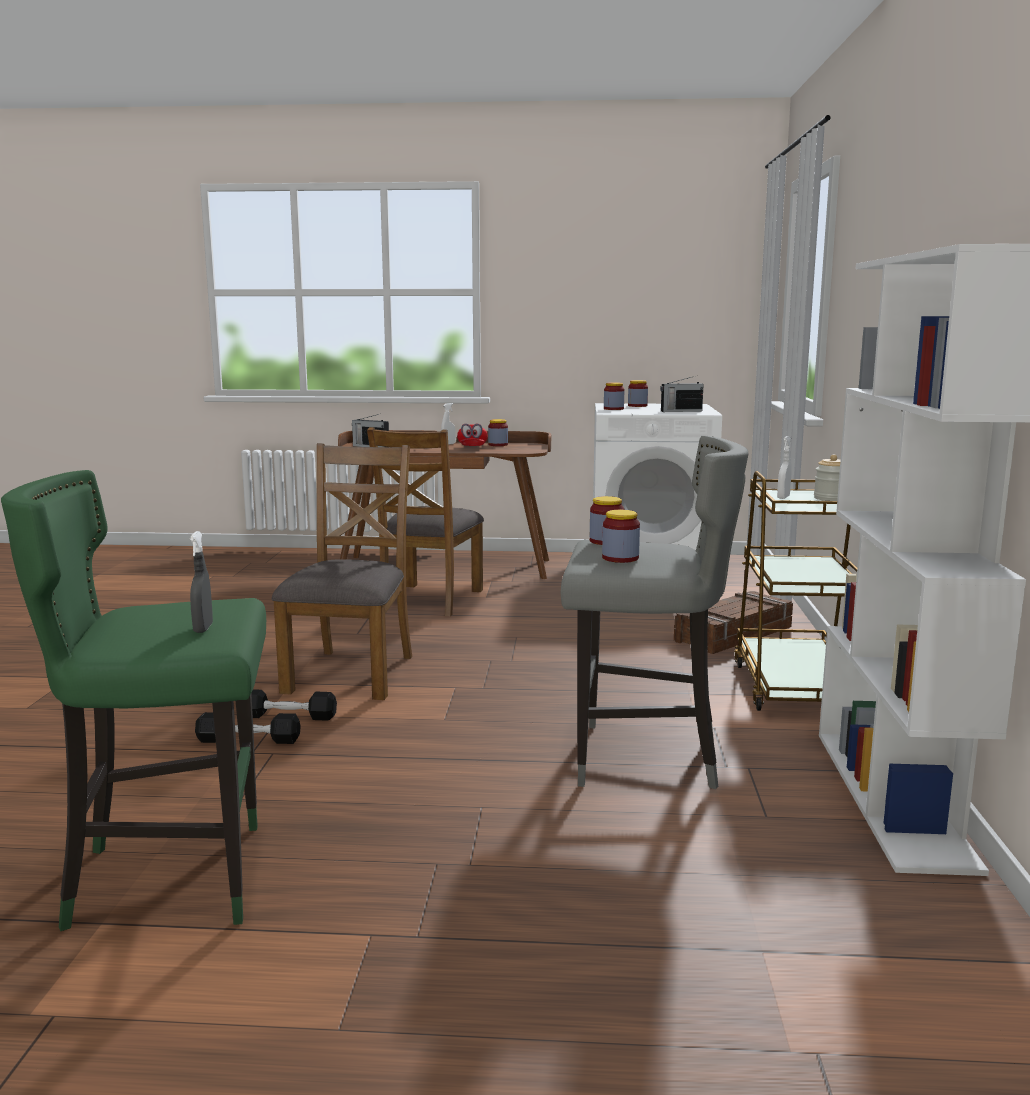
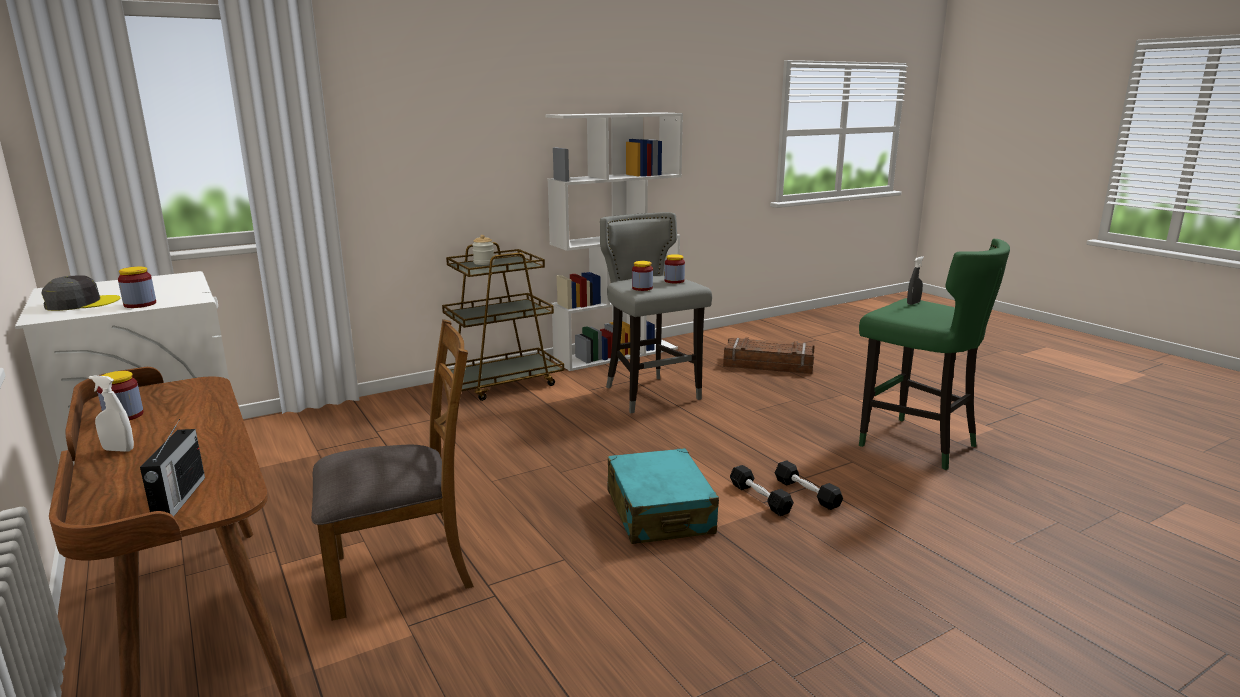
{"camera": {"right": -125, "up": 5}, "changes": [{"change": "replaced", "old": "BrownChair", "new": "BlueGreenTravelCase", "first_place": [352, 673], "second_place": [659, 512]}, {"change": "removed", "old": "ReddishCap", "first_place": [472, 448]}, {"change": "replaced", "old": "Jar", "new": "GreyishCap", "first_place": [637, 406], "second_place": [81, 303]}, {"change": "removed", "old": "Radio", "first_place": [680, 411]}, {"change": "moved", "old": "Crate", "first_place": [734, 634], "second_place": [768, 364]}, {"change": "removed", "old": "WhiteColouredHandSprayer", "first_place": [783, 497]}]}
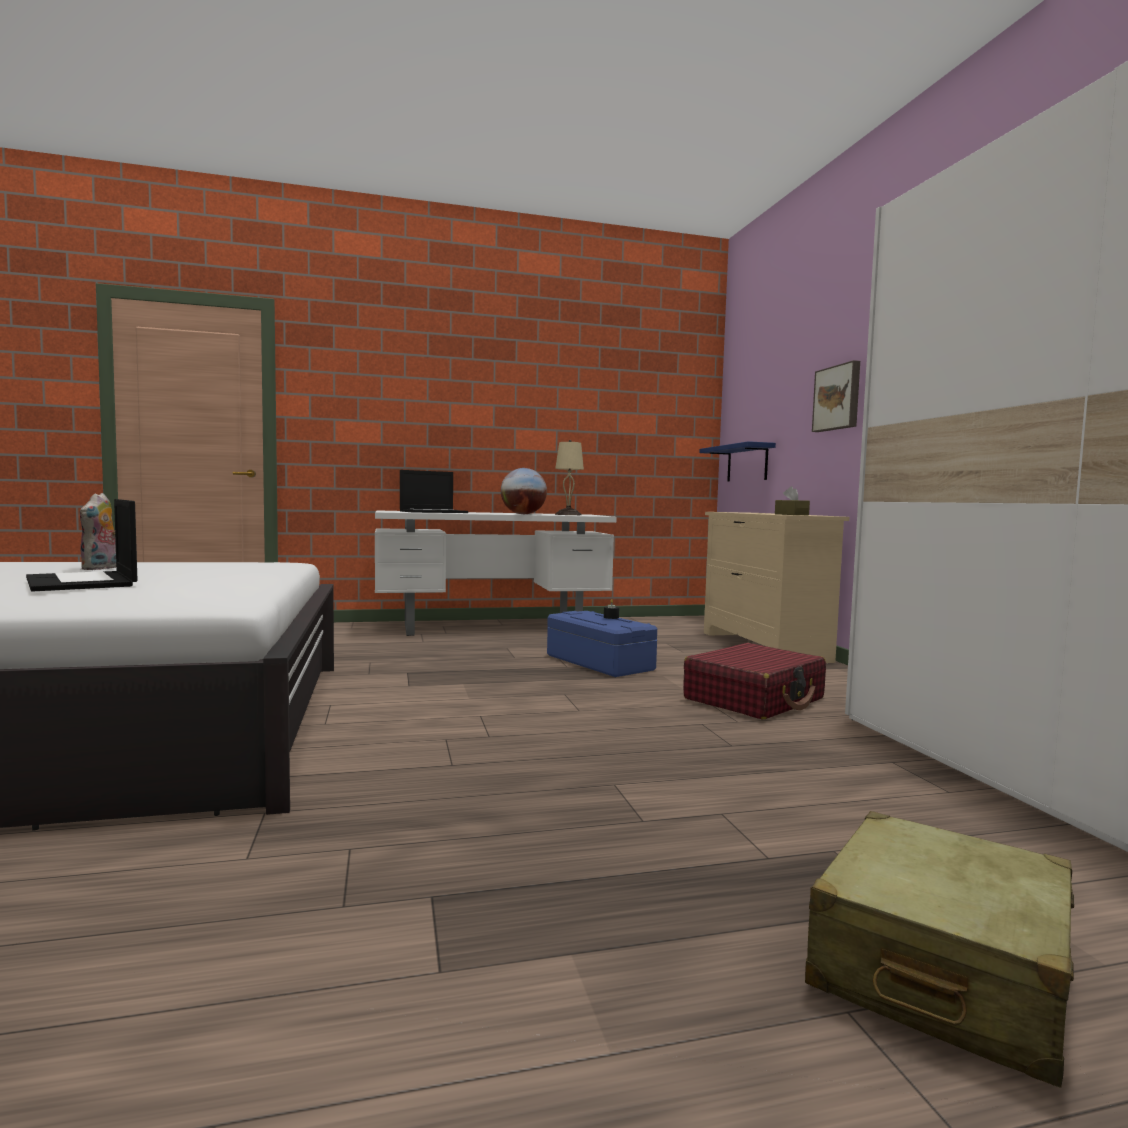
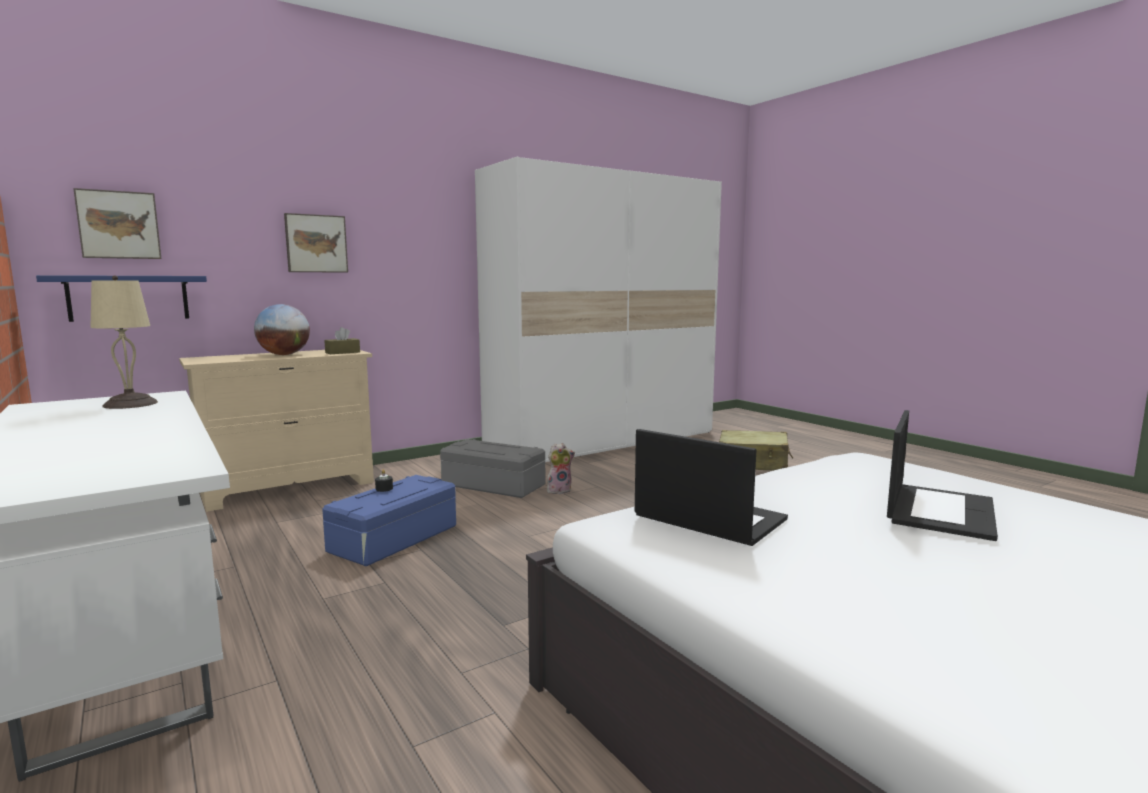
{"camera": {"right": -110, "up": 5}, "changes": [{"change": "moved", "old": "PlushToy", "first_place": [101, 568], "second_place": [559, 490]}, {"change": "moved", "old": "Laptop", "first_place": [434, 512], "second_place": [707, 518]}, {"change": "moved", "old": "WorldGlobe", "first_place": [523, 514], "second_place": [284, 354]}, {"change": "replaced", "old": "ReddishTravelCase", "new": "GreyishStorageBox", "first_place": [755, 699], "second_place": [492, 485]}, {"change": "added", "new": "WallArt", "second_place": [119, 225]}]}
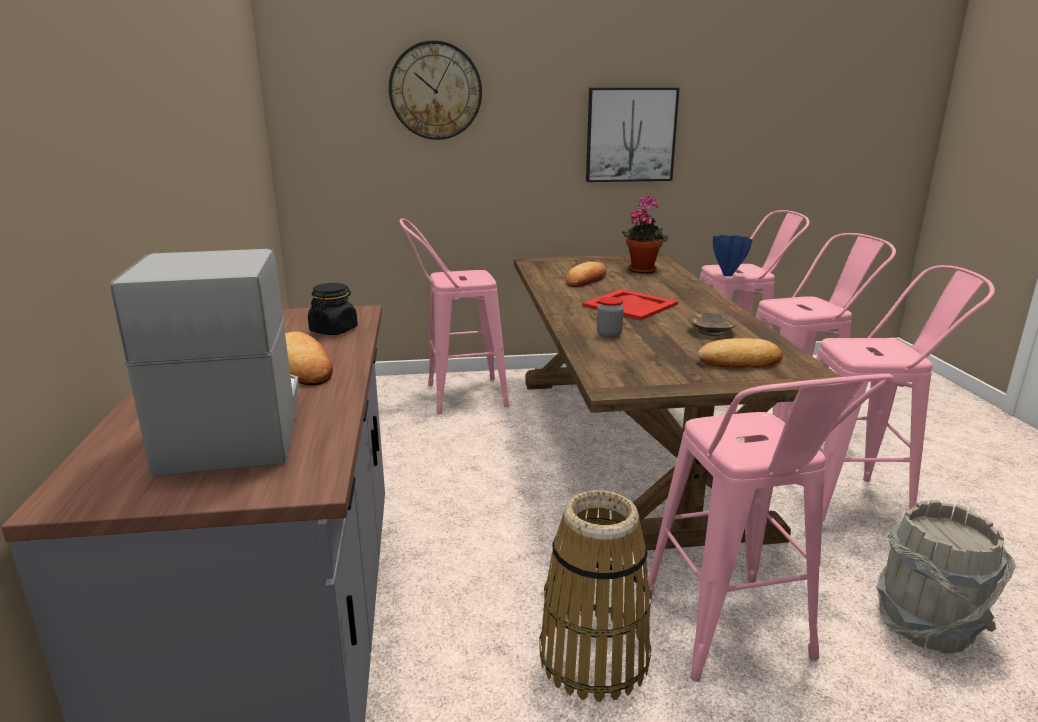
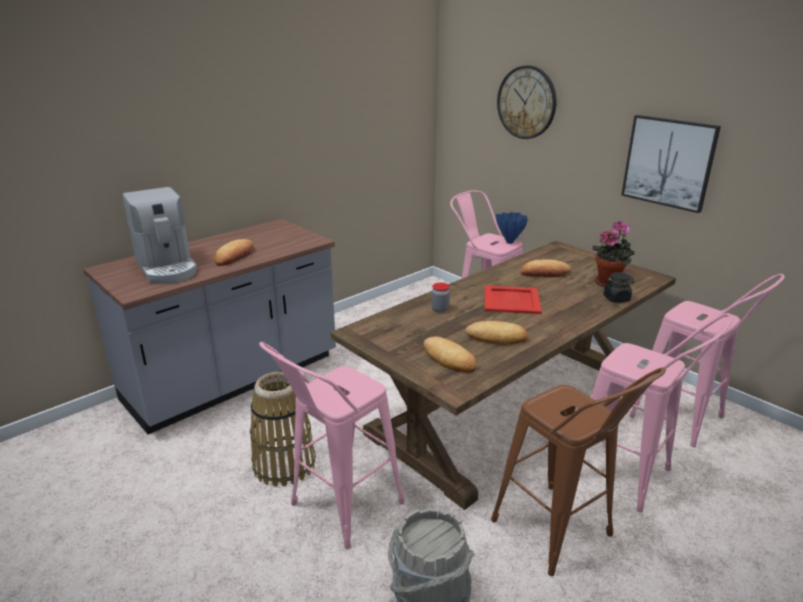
{"camera": {"right": 55, "up": 5}, "changes": [{"change": "turned", "old": "CoffeeBrewer", "first_place": [235, 427], "second_place": [167, 268], "degrees": 105}, {"change": "moved", "old": "BlackJar", "first_place": [334, 330], "second_place": [616, 298]}, {"change": "replaced", "old": "BrownDeepDish", "new": "BakedBread", "first_place": [710, 331], "second_place": [496, 337]}, {"change": "moved", "old": "BlueDecorativeVase", "first_place": [728, 275], "second_place": [510, 242]}, {"change": "recoloured", "old": "PinkColouredStoolSeat", "new": "BrownStoolSeat", "first_place": [858, 505], "second_place": [560, 536]}]}
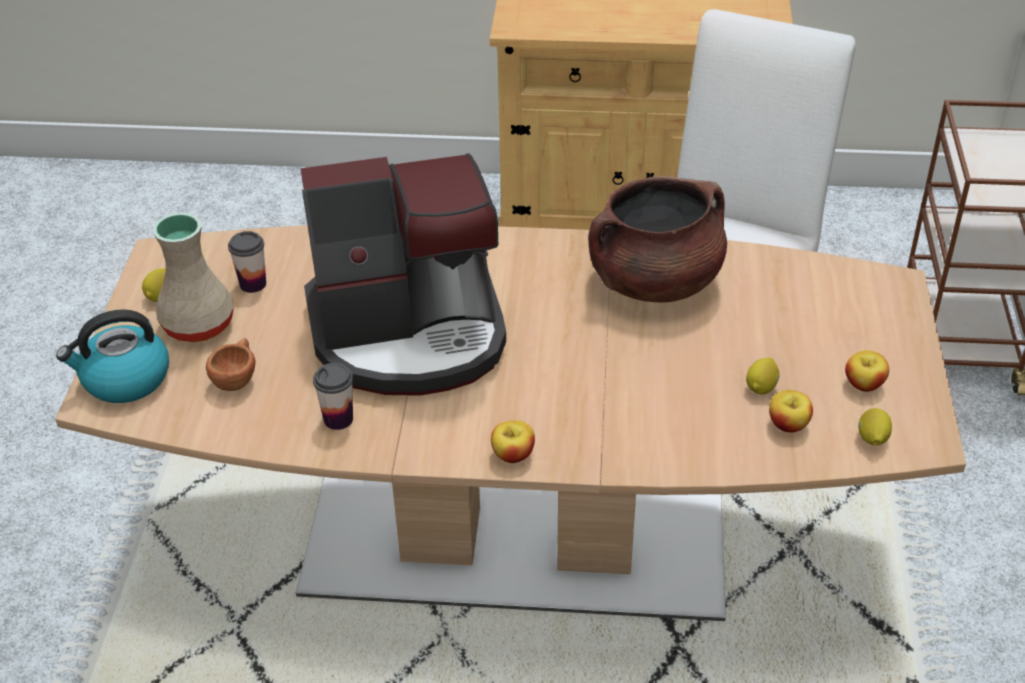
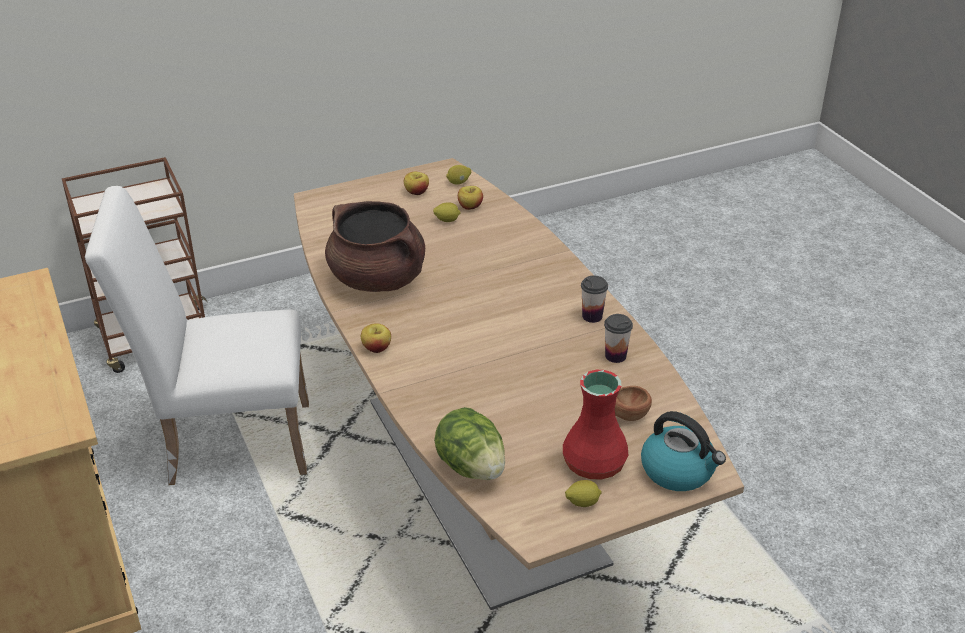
{"camera": {"right": -120, "up": -5}, "changes": [{"change": "recoloured", "old": "BeigeDecorativeVase", "new": "ReddishDecorativeVase", "first_place": [199, 324], "second_place": [592, 464]}, {"change": "moved", "old": "SmallCup", "first_place": [253, 284], "second_place": [592, 316]}, {"change": "removed", "old": "CoffeeBrewer", "first_place": [410, 334]}, {"change": "moved", "old": "Apple", "first_place": [513, 455], "second_place": [376, 348]}, {"change": "added", "new": "HeadOfLettuce", "second_place": [471, 467]}]}
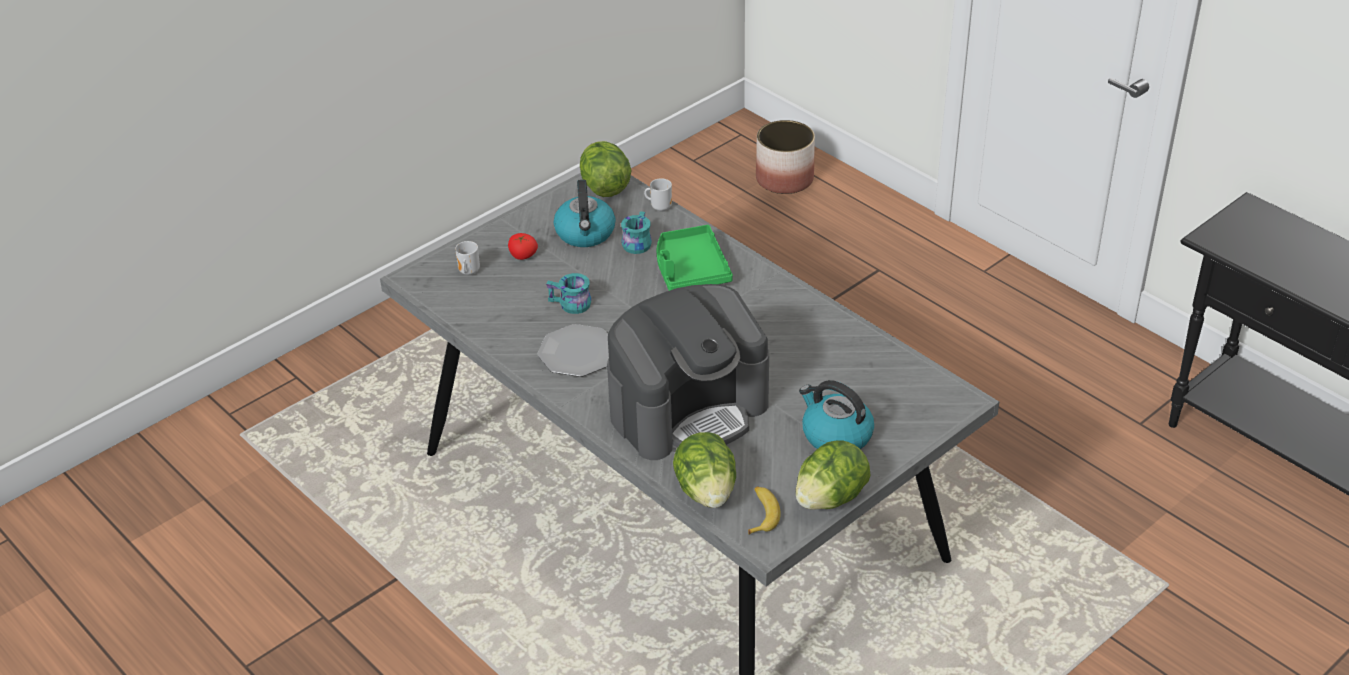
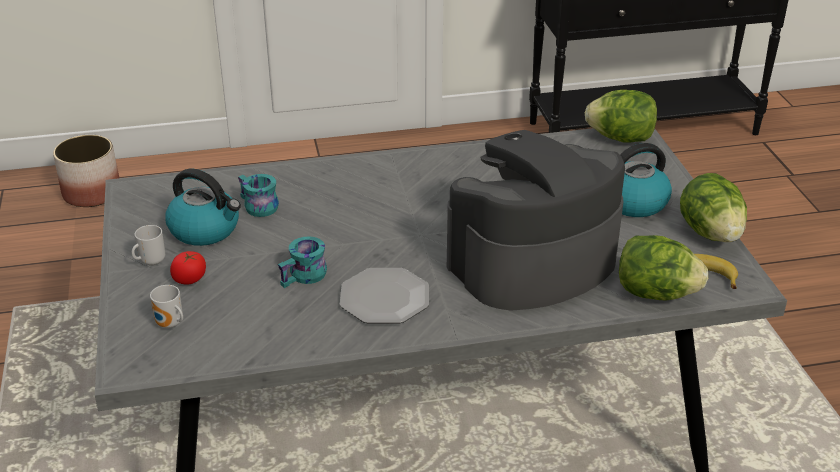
{"camera": {"right": -60, "up": -5}, "changes": [{"change": "moved", "old": "HeadOfLettuce", "first_place": [604, 187], "second_place": [621, 138]}, {"change": "turned", "old": "CoffeeBrewer", "first_place": [688, 409], "second_place": [532, 263], "degrees": -120}, {"change": "moved", "old": "Mug", "first_place": [660, 207], "second_place": [150, 261]}, {"change": "removed", "old": "GreenServingTray", "first_place": [690, 269]}]}
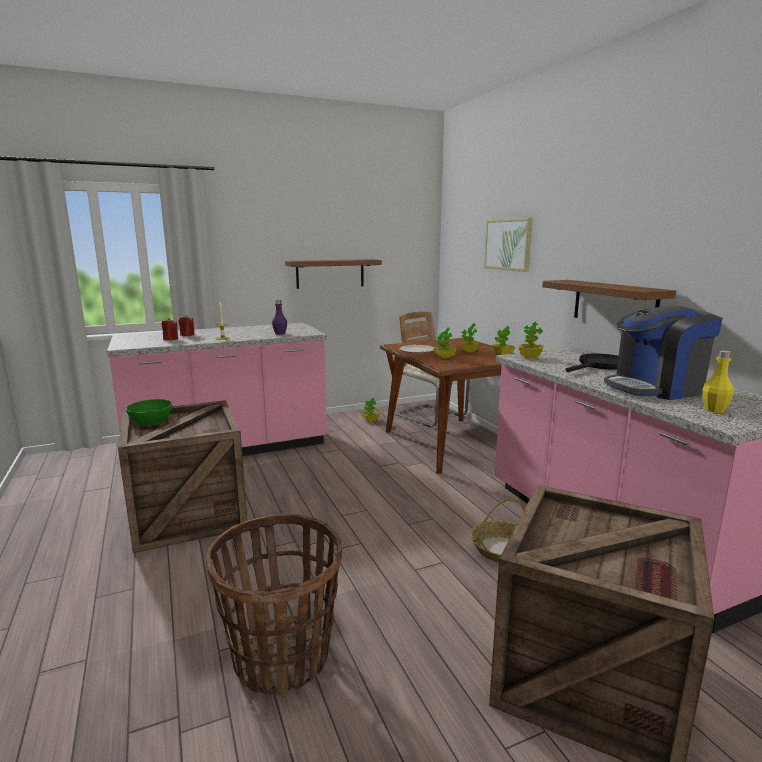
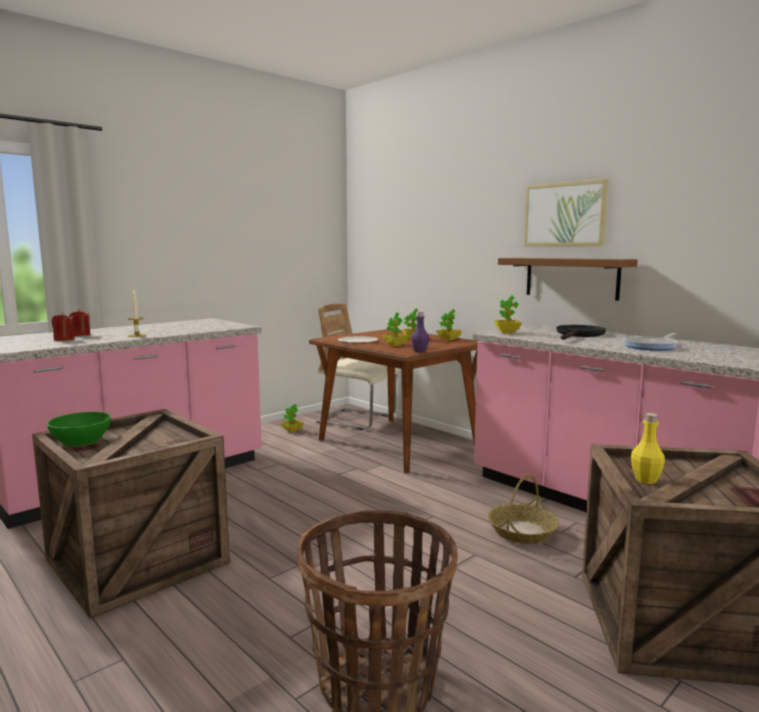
{"camera": {"right": -20, "up": -5}, "changes": [{"change": "moved", "old": "PurpleColouredBeverageBottle", "first_place": [280, 333], "second_place": [419, 351]}, {"change": "removed", "old": "BrownShelf", "first_place": [330, 273]}, {"change": "moved", "old": "WallArt", "first_place": [508, 244], "second_place": [564, 214]}, {"change": "replaced", "old": "CoffeeBrewer", "new": "FryingPan", "first_place": [656, 388], "second_place": [651, 346]}, {"change": "moved", "old": "YellowishBeverageBottle", "first_place": [714, 410], "second_place": [645, 480]}]}
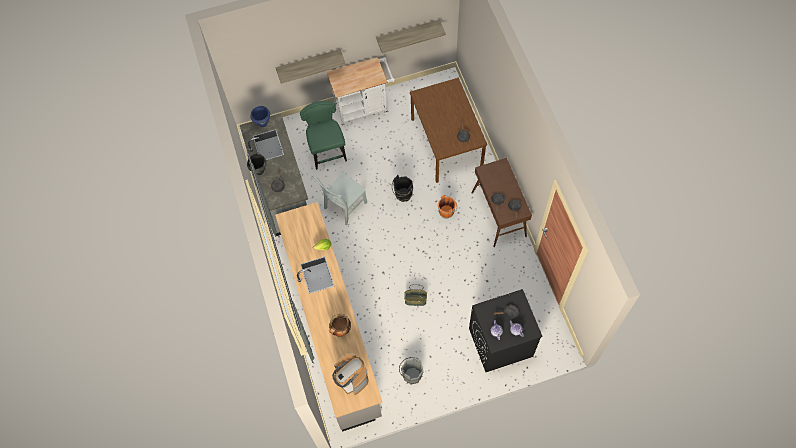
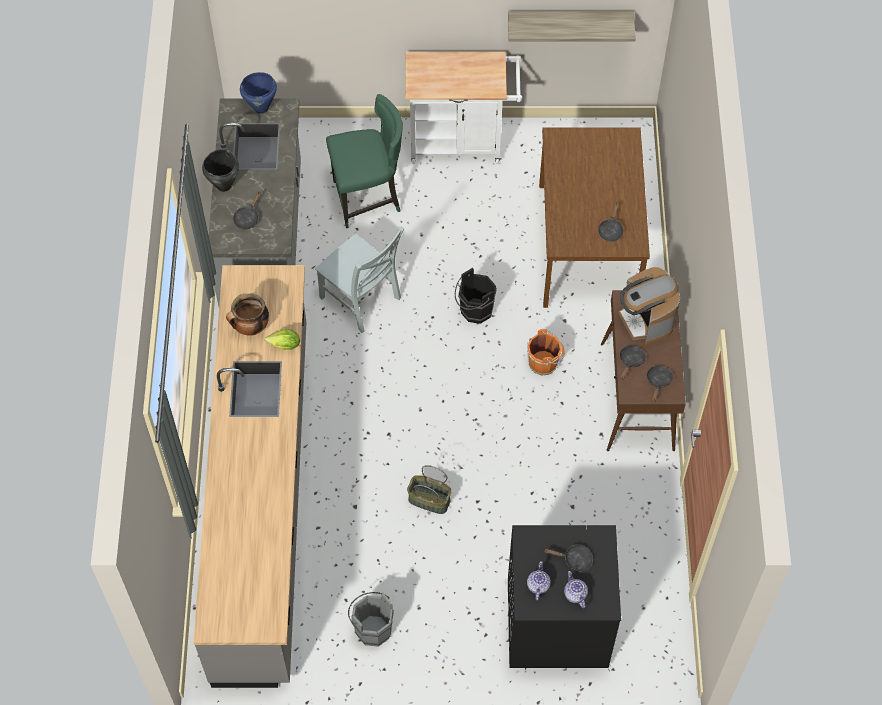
{"camera": {"right": 15, "up": -5}, "changes": [{"change": "removed", "old": "Shelf", "first_place": [309, 62]}, {"change": "turned", "old": "GreenChair", "first_place": [327, 152], "second_place": [368, 198], "degrees": 75}, {"change": "turned", "old": "GreyishChair", "first_place": [344, 206], "second_place": [362, 300], "degrees": -105}, {"change": "moved", "old": "Stockpot", "first_place": [340, 330], "second_place": [250, 328]}, {"change": "moved", "old": "CoffeeBrewer", "first_place": [351, 379], "second_place": [645, 320]}]}
